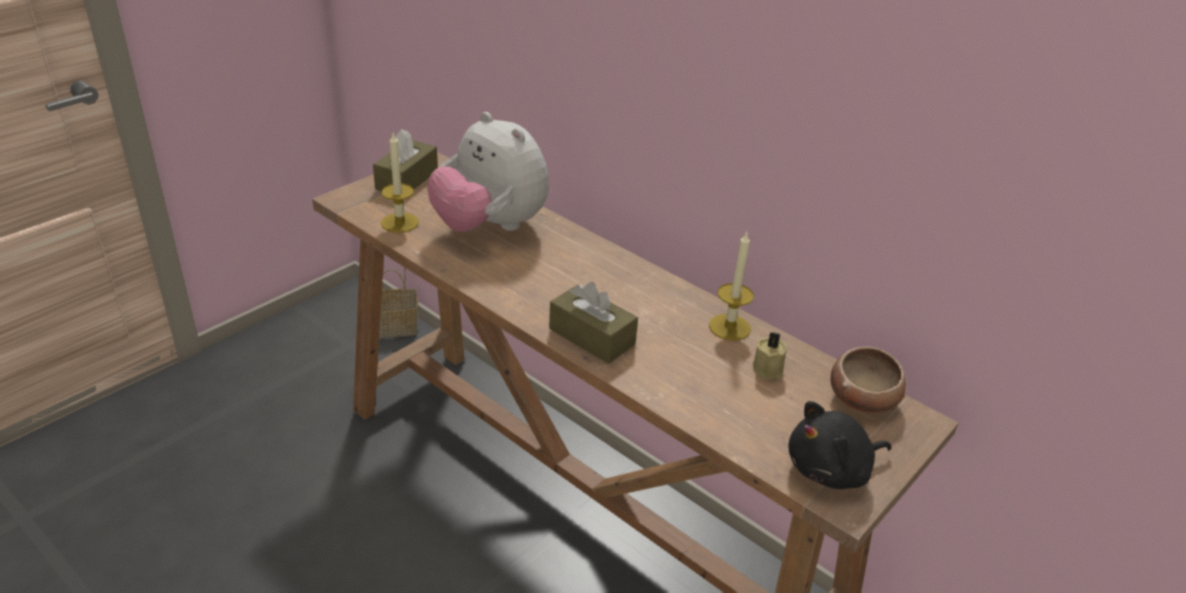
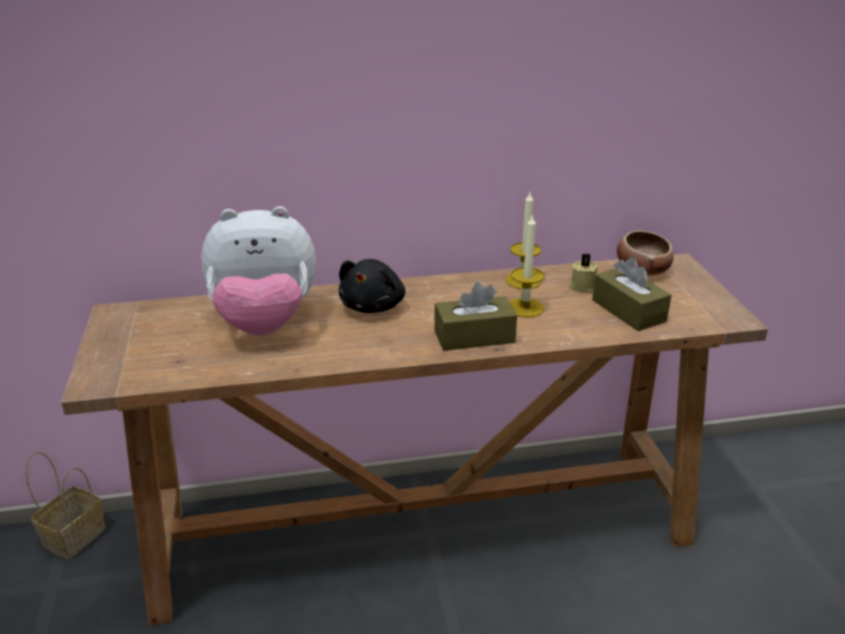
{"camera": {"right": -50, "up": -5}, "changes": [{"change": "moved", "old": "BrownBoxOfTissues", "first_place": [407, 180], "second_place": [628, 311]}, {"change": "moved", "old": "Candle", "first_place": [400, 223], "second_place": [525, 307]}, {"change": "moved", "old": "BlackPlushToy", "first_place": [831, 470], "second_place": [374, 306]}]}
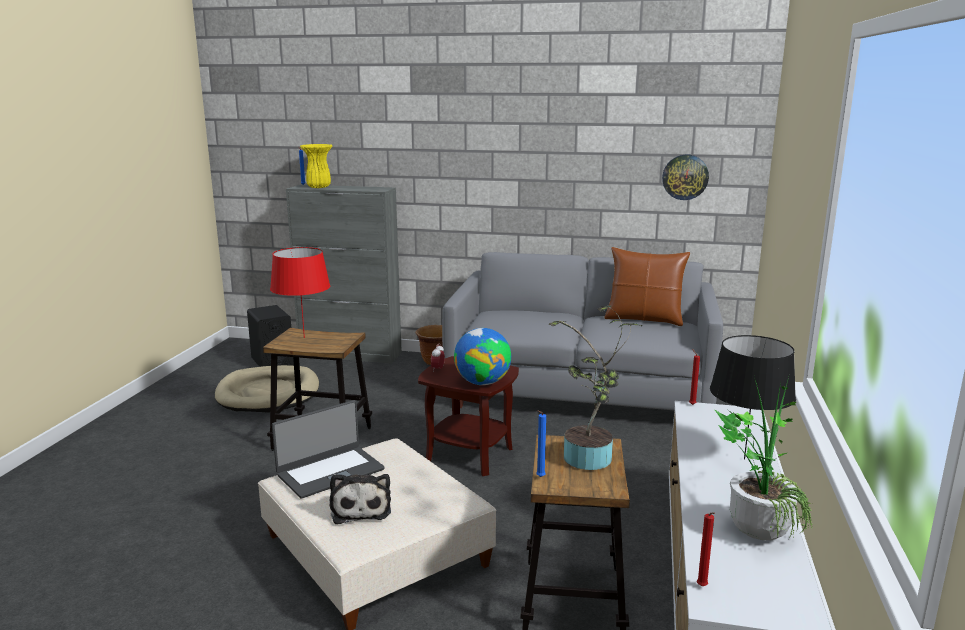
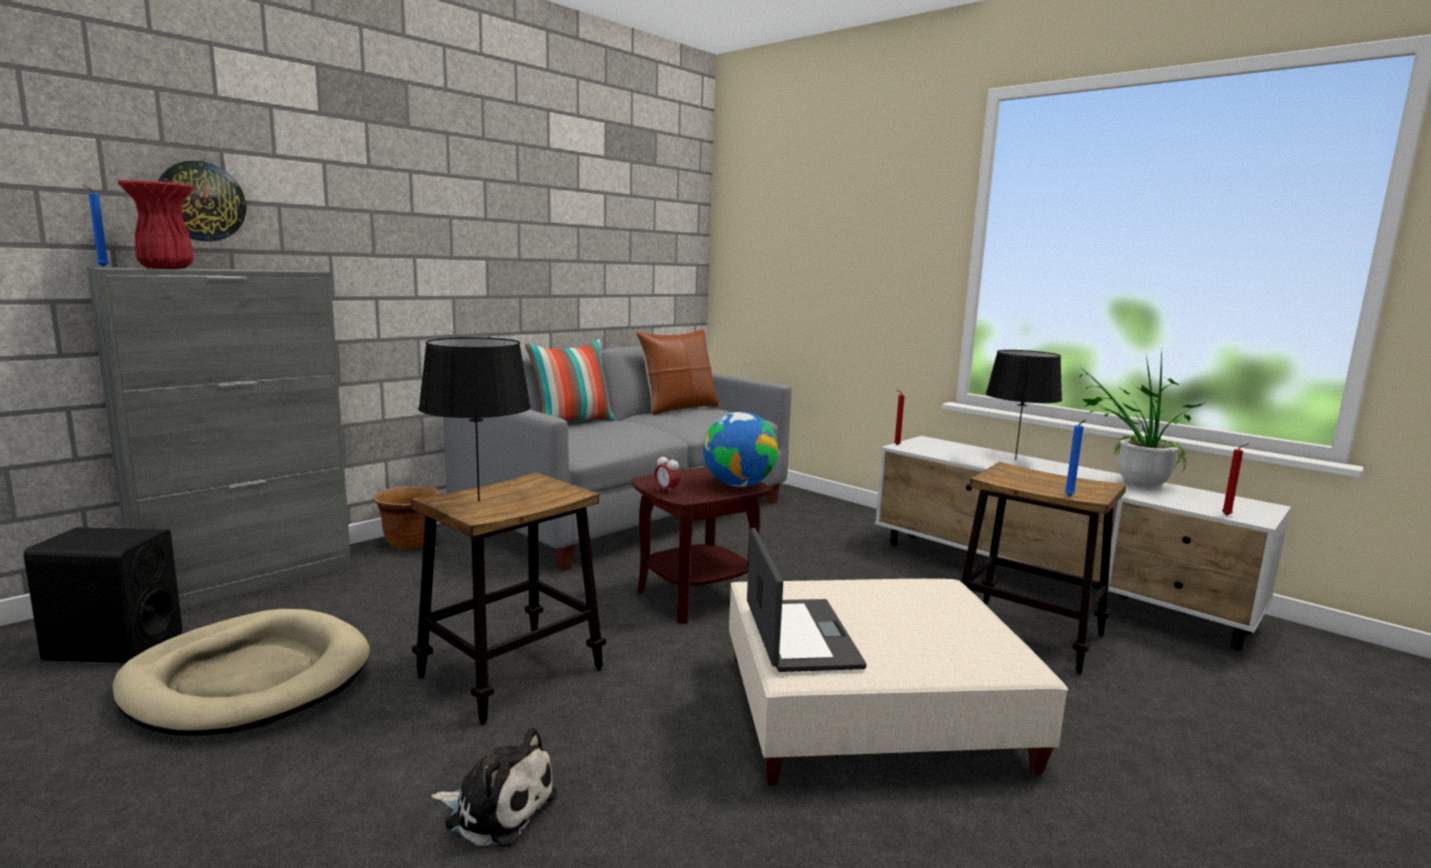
{"camera": {"right": -60, "up": -5}, "changes": [{"change": "recoloured", "old": "ReddishLampForATable", "new": "BlackLampForATable", "first_place": [304, 337], "second_place": [478, 500]}, {"change": "recoloured", "old": "YellowishDecorativeVase", "new": "ReddishDecorativeVase", "first_place": [319, 187], "second_place": [167, 268]}, {"change": "moved", "old": "PlushToy", "first_place": [361, 508], "second_place": [496, 808]}, {"change": "removed", "old": "Houseplant", "first_place": [589, 461]}, {"change": "moved", "old": "HangingClock", "first_place": [685, 177], "second_place": [201, 201]}, {"change": "added", "new": "Cushion", "second_place": [572, 423]}]}
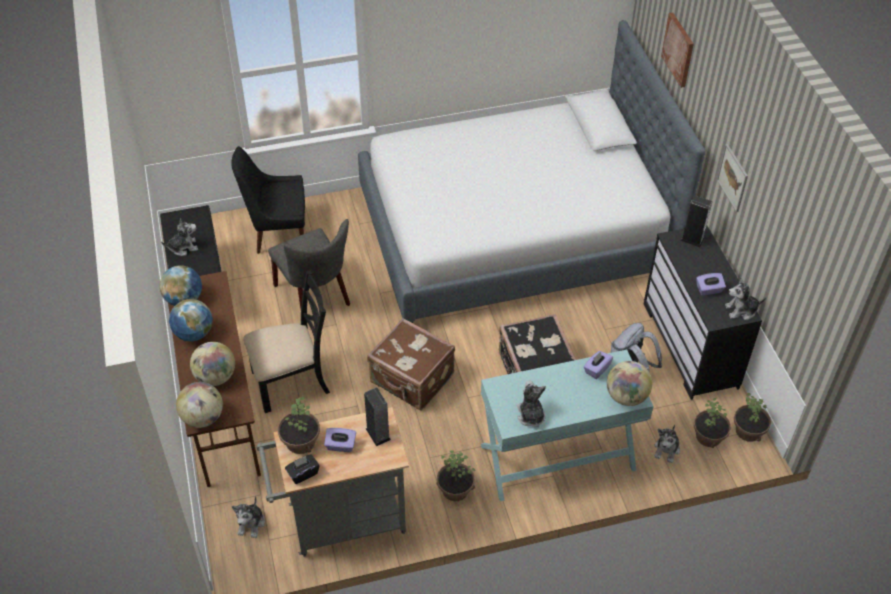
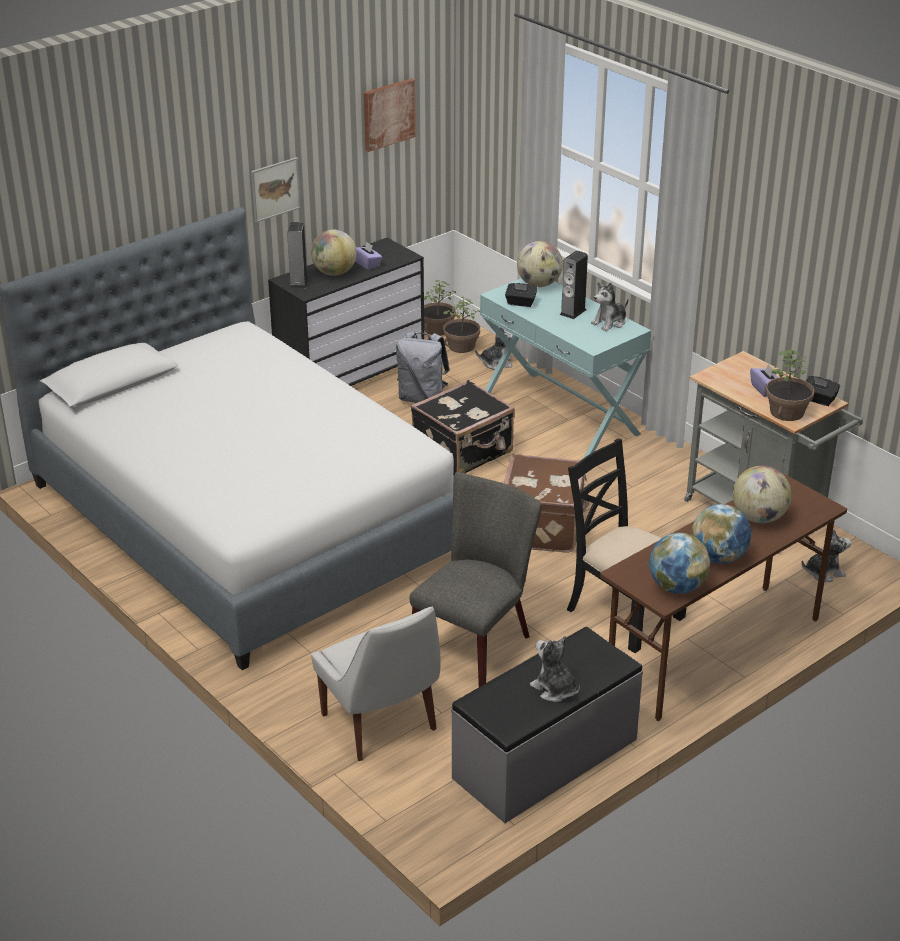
{"camera": {"right": -115, "up": -15}, "changes": [{"change": "moved", "old": "WorldGlobe", "first_place": [203, 417], "second_place": [334, 273]}, {"change": "recoloured", "old": "BlackChair", "new": "WhiteColouredChair", "first_place": [278, 233], "second_place": [381, 725]}, {"change": "moved", "old": "AudioSpeaker", "first_place": [378, 434], "second_place": [573, 312]}, {"change": "removed", "old": "Houseplant", "first_place": [455, 490]}, {"change": "recoloured", "old": "PurpleColouredBoxOfTissues", "new": "BlackBoxOfTissues", "first_place": [596, 369], "second_place": [520, 303]}, {"change": "moved", "old": "WallArt", "first_place": [679, 49], "second_place": [388, 114]}, {"change": "removed", "old": "PlushToy", "first_place": [741, 310]}]}
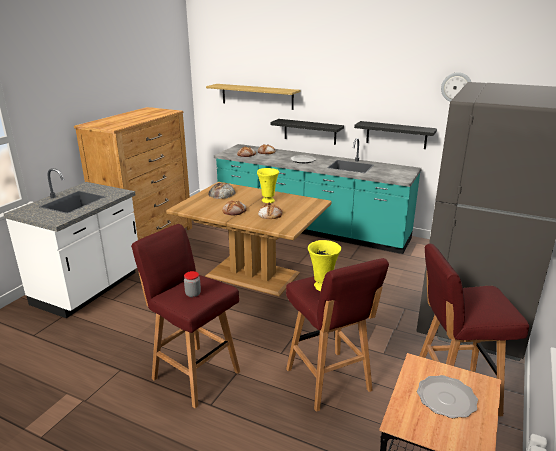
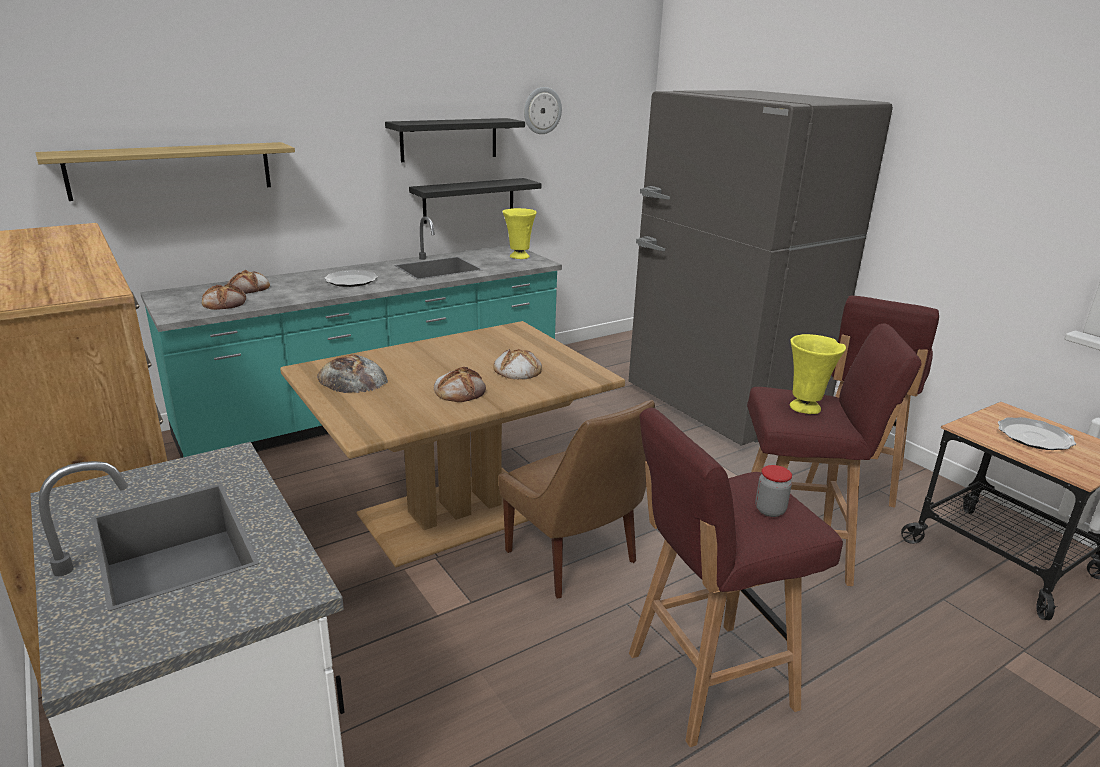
{"camera": {"right": -60, "up": 0}, "changes": [{"change": "moved", "old": "YellowishDecorativeVase", "first_place": [268, 200], "second_place": [518, 257]}, {"change": "moved", "old": "BlackShelf", "first_place": [310, 131], "second_place": [449, 139]}, {"change": "added", "new": "BrownChair", "second_place": [573, 559]}]}
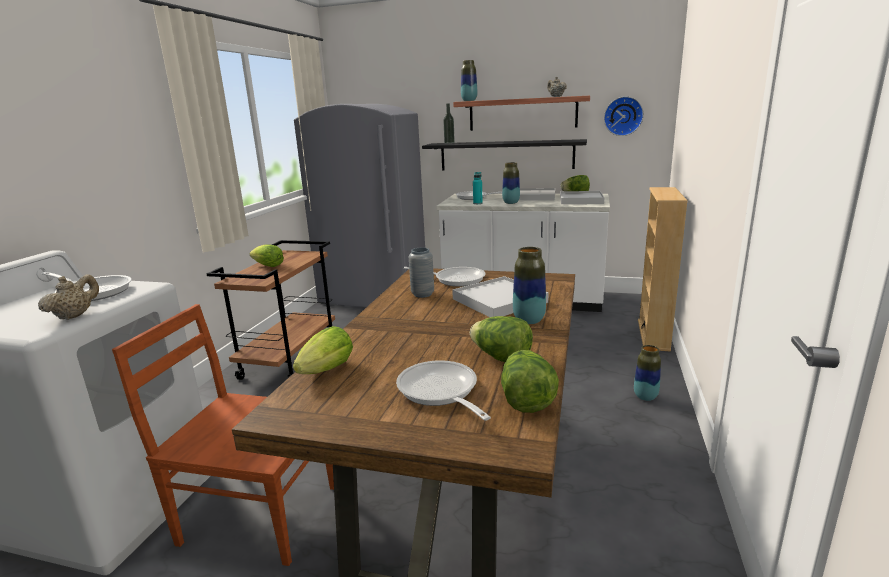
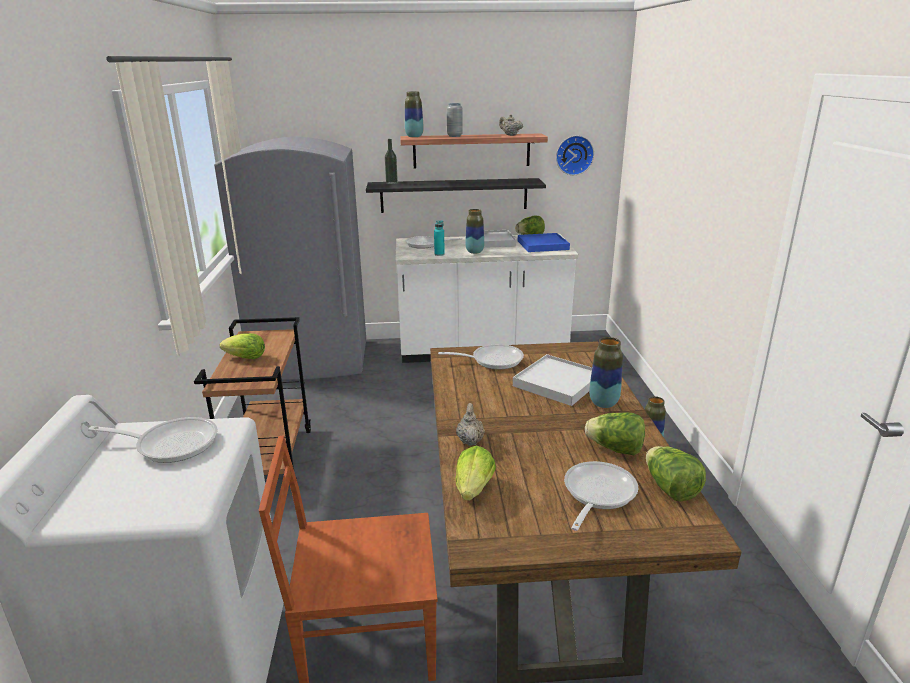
{"camera": {"right": -20, "up": 5}, "changes": [{"change": "moved", "old": "BeigeTeapot", "first_place": [75, 316], "second_place": [470, 440]}, {"change": "turned", "old": "FryingPan", "first_place": [440, 392], "second_place": [596, 494], "degrees": 75}, {"change": "moved", "old": "GreyishDecorativeVase", "first_place": [422, 294], "second_place": [454, 136]}, {"change": "recoloured", "old": "WhiteColouredServingTray", "new": "BlueServingTray", "first_place": [580, 200], "second_place": [542, 245]}, {"change": "removed", "old": "BeigeBookcase", "first_place": [653, 335]}]}
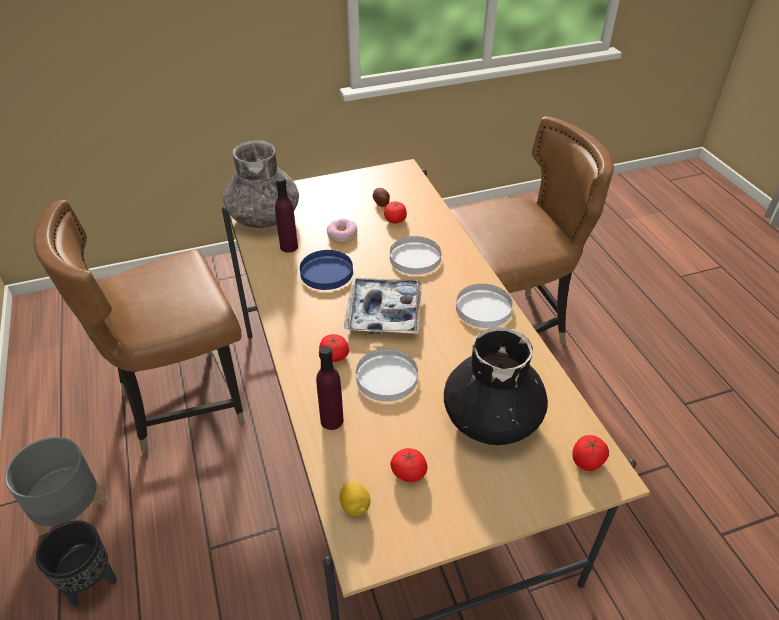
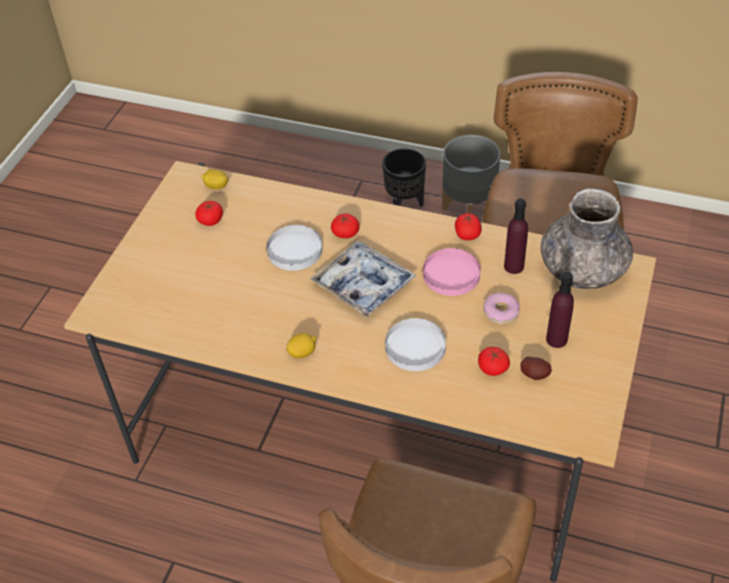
{"camera": {"right": 130, "up": 5}, "changes": [{"change": "recoloured", "old": "BlueFlatDish", "new": "PinkColouredFlatDish", "first_place": [326, 272], "second_place": [452, 274]}, {"change": "moved", "old": "PurpleColouredBeverageBottle", "first_place": [332, 420], "second_place": [556, 339]}, {"change": "removed", "old": "BlackDecorativeVase", "first_place": [492, 418]}, {"change": "replaced", "old": "WhiteColouredFlatDish", "new": "CitrusFruit", "first_place": [483, 308], "second_place": [302, 352]}, {"change": "moved", "old": "Tomato", "first_place": [587, 461], "second_place": [467, 235]}]}
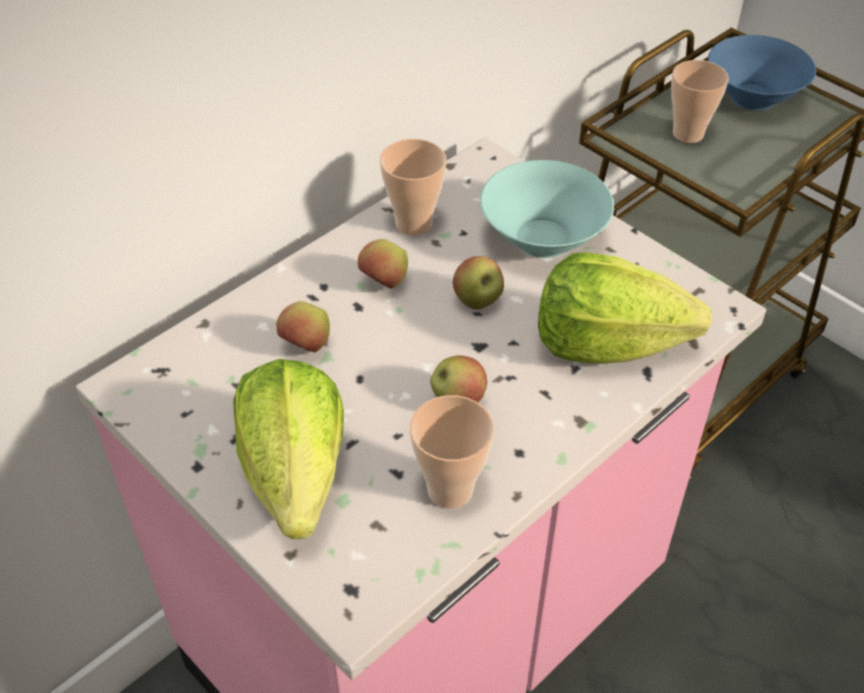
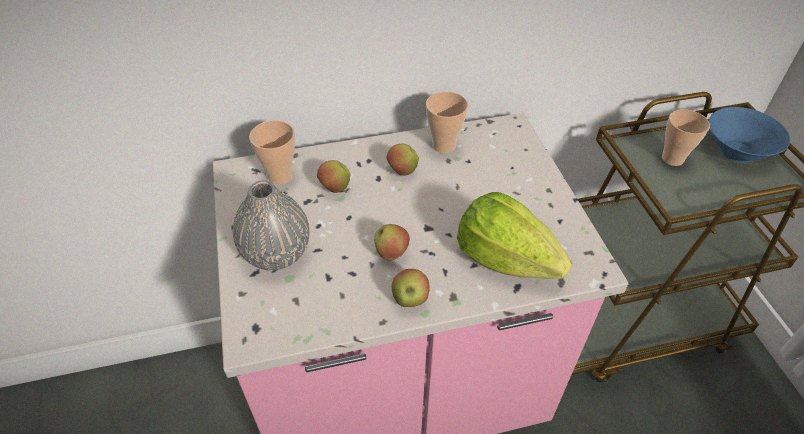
{"camera": {"right": 30, "up": 0}, "changes": [{"change": "replaced", "old": "HeadOfLettuce", "new": "GreyishDecorativeVase", "first_place": [295, 474], "second_place": [277, 253]}, {"change": "moved", "old": "SmallCup", "first_place": [450, 490], "second_place": [280, 176]}, {"change": "moved", "old": "Apple", "first_place": [478, 301], "second_place": [410, 299]}, {"change": "removed", "old": "BlueGreenDeepDish", "first_place": [544, 237]}]}
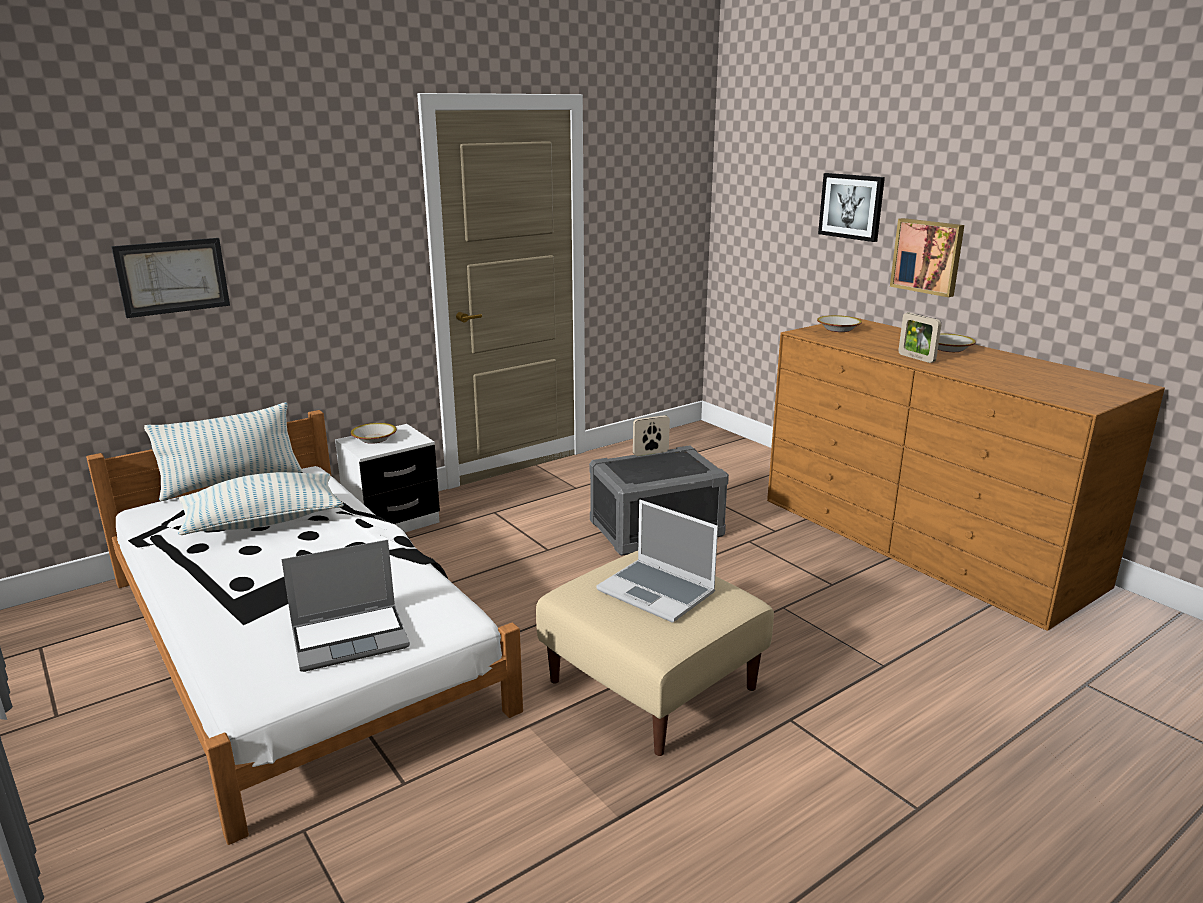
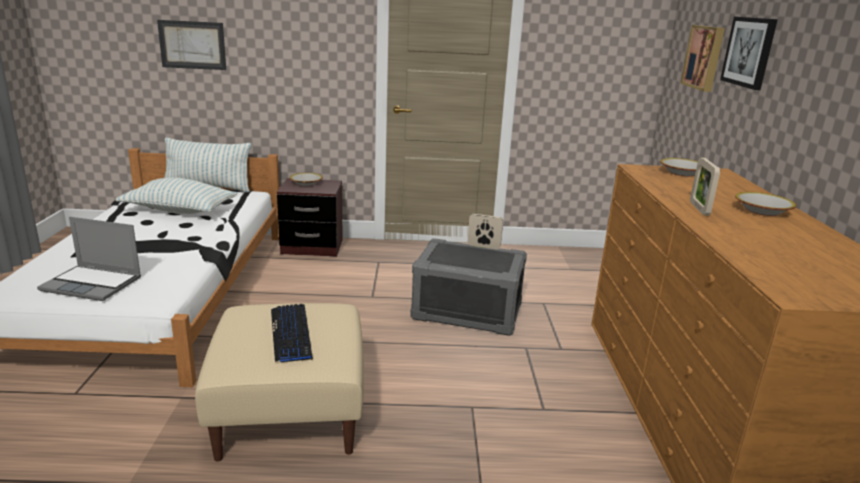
{"camera": {"right": 35, "up": 0}, "changes": [{"change": "recoloured", "old": "WhiteColouredNightTable", "new": "BrownNightTable", "first_place": [392, 522], "second_place": [312, 247]}, {"change": "replaced", "old": "Laptop", "new": "PcKeyboard", "first_place": [658, 592], "second_place": [291, 333]}, {"change": "moved", "old": "WallArt", "first_place": [928, 256], "second_place": [704, 57]}]}
